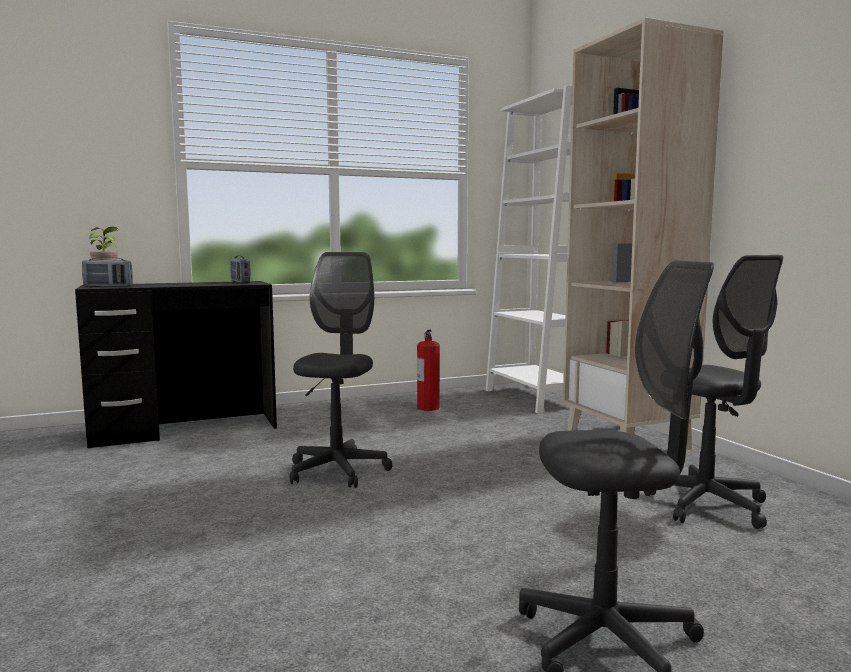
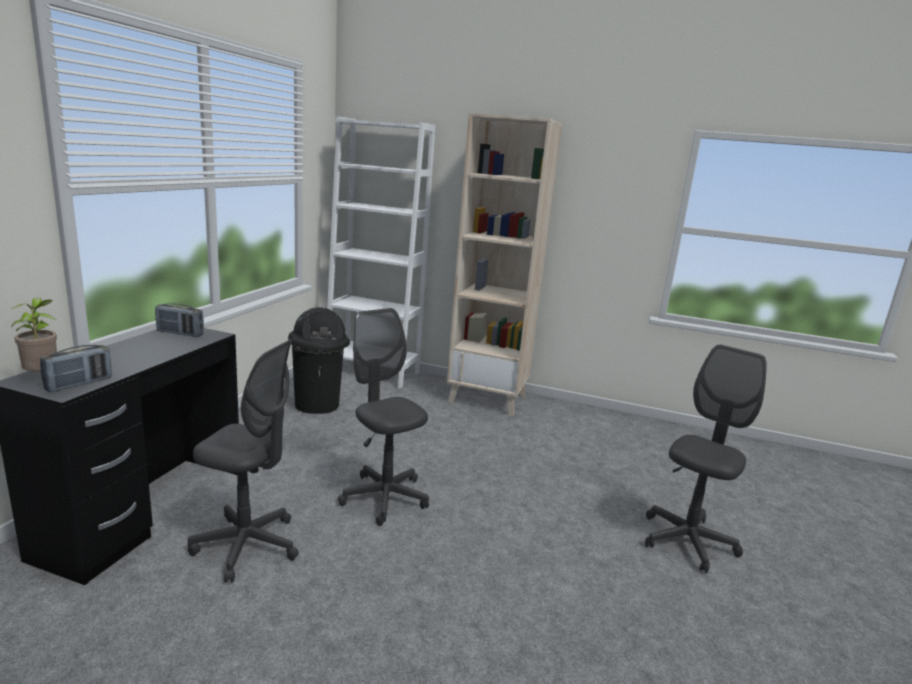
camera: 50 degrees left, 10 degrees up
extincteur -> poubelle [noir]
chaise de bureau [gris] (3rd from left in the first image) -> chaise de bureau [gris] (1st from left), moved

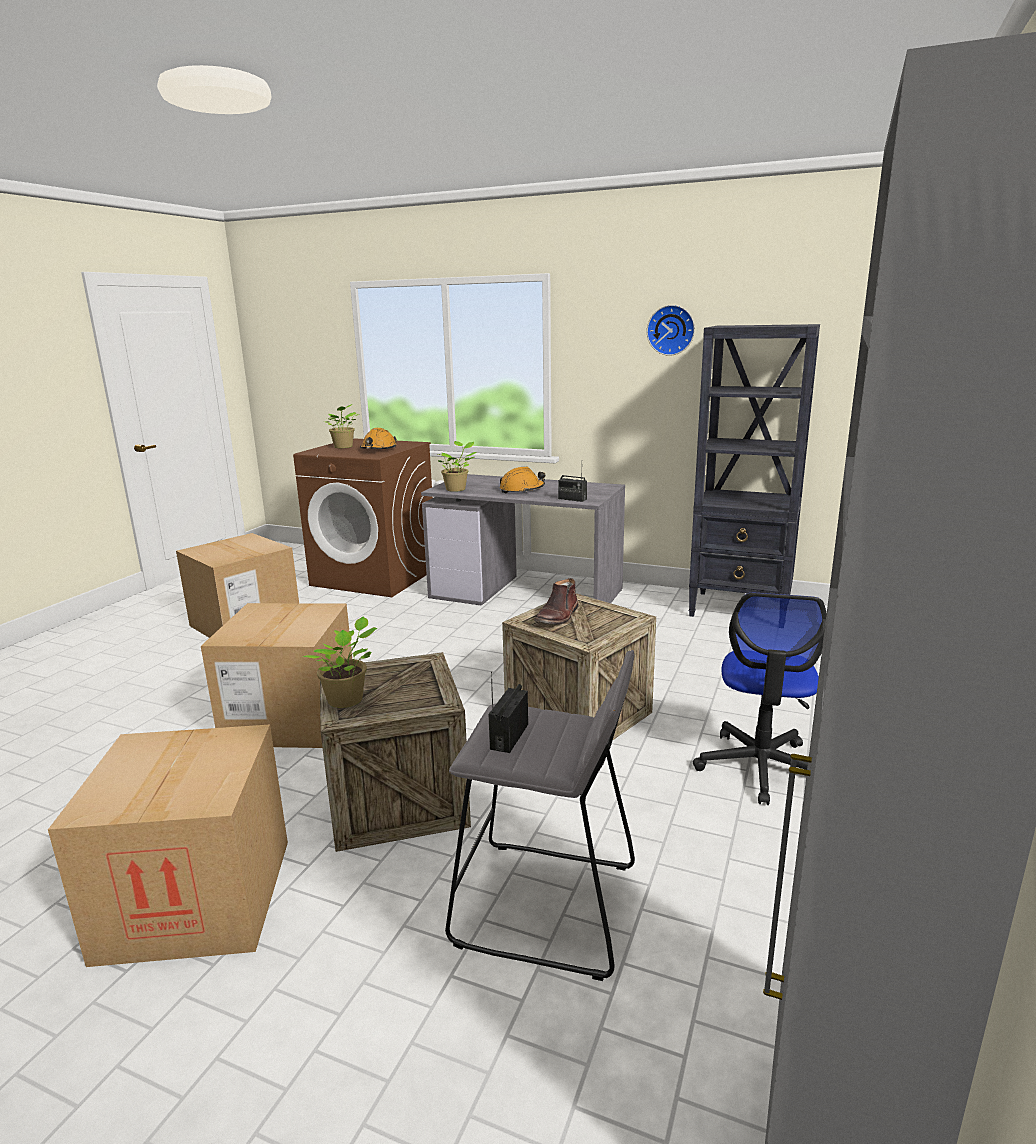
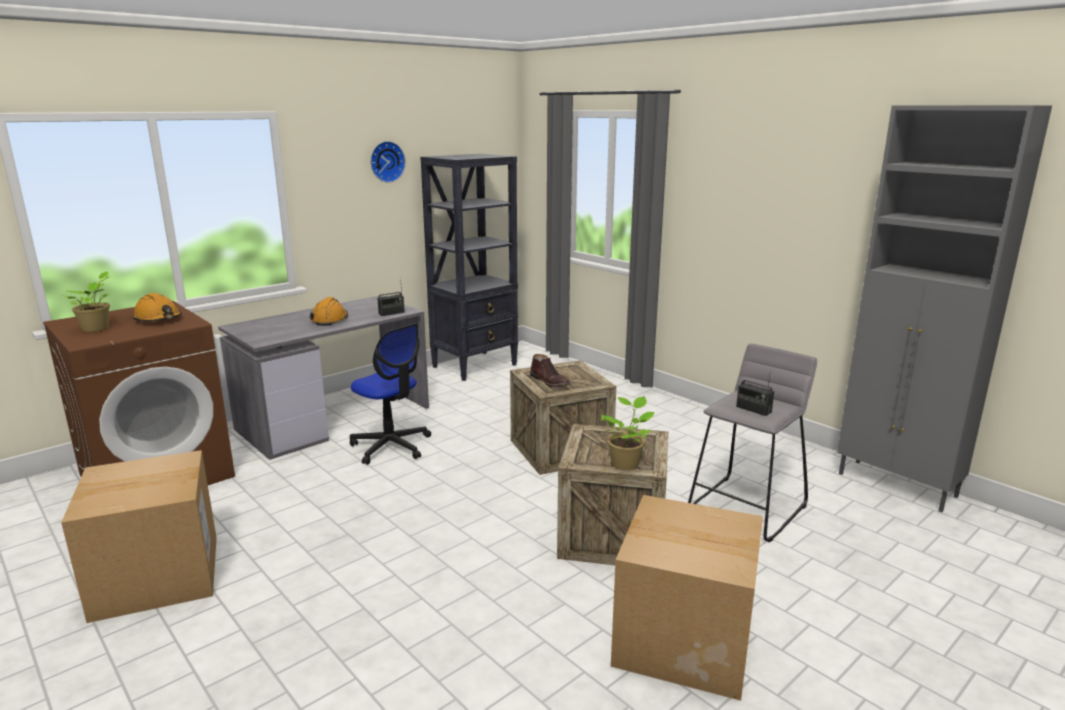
camera: 65 degrees left, 0 degrees up
carton (3rd from left) -> none
plante en pot (3rd from left) -> none
chaise de bureau, moved

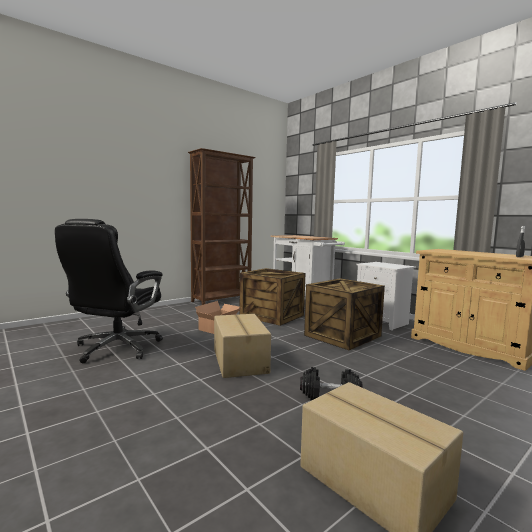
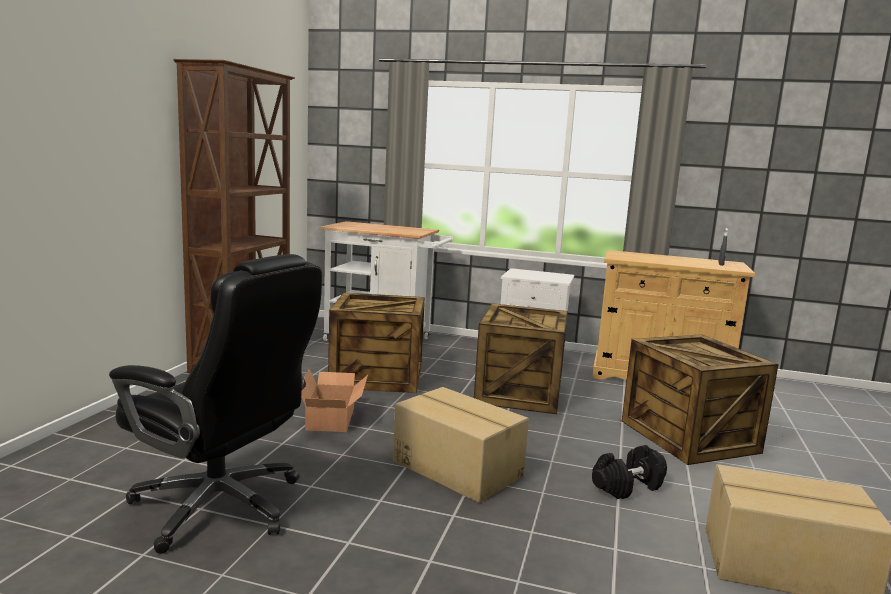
camera: 35 degrees left, 5 degrees up
chaise de bureau [noir], 45 degrees counterclockwise
none -> caisse (3rd from left)

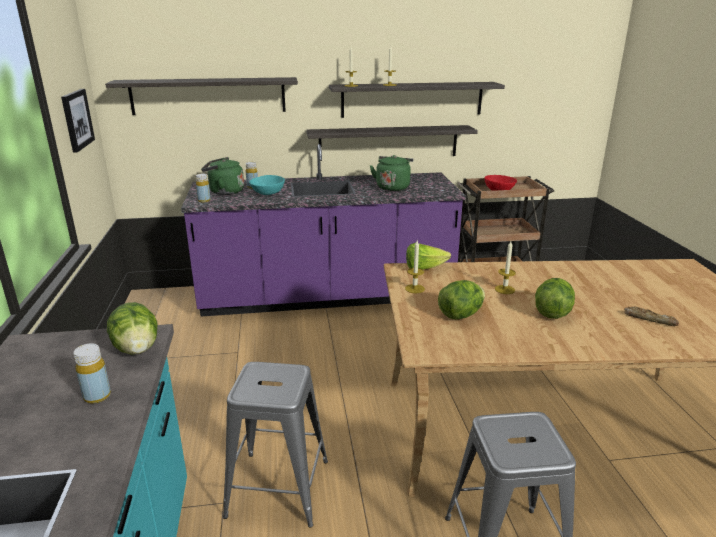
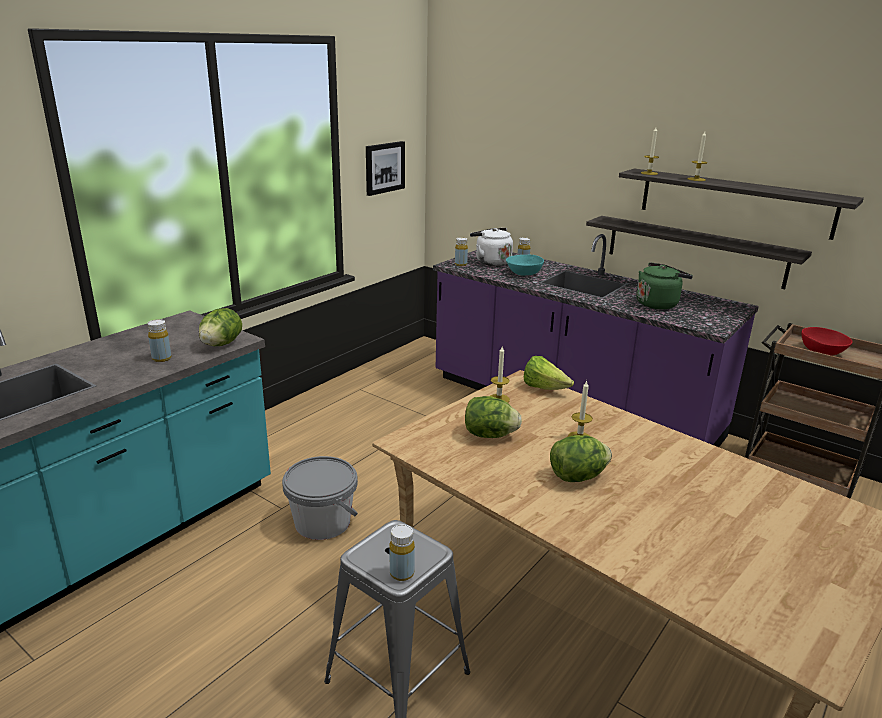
camera: 45 degrees right, 0 degrees up
étagère (1st from left) -> none
bouilloire [vert] (1st from left) -> bouilloire [blanc]
tabouret [gris] (1st from left) -> seau [gris]
pain -> none
none -> bouteille [jaune] (2nd from left)

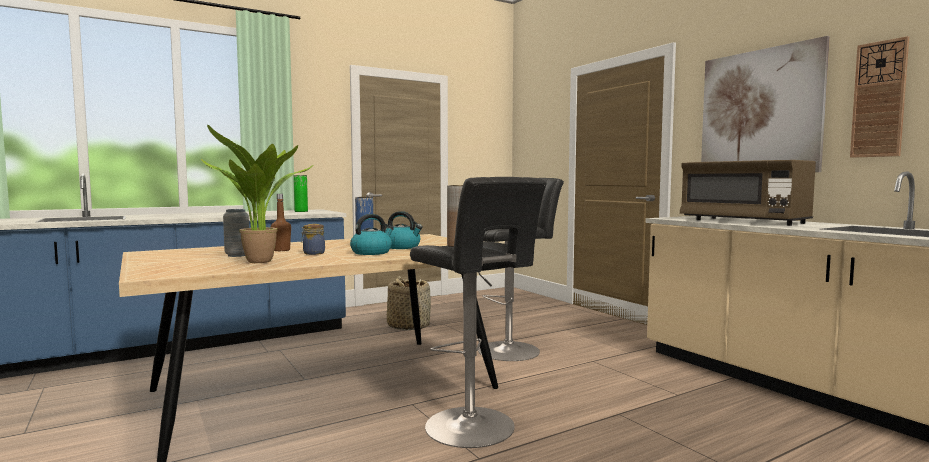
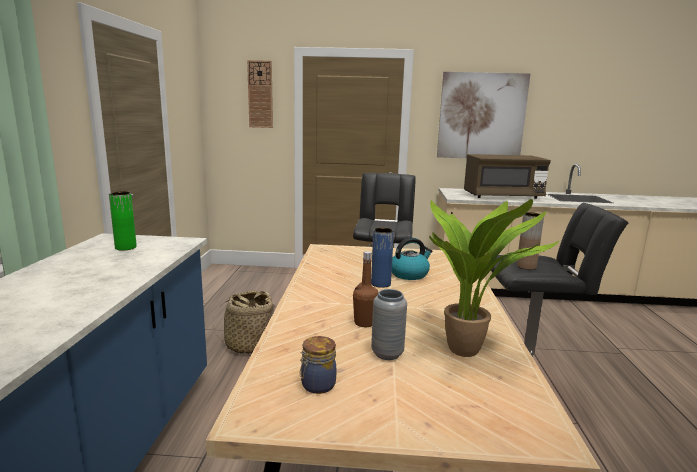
camera: 55 degrees left, 10 degrees up
bocal, moved
bouilloire (1st from left) -> none
horloge murale, moved

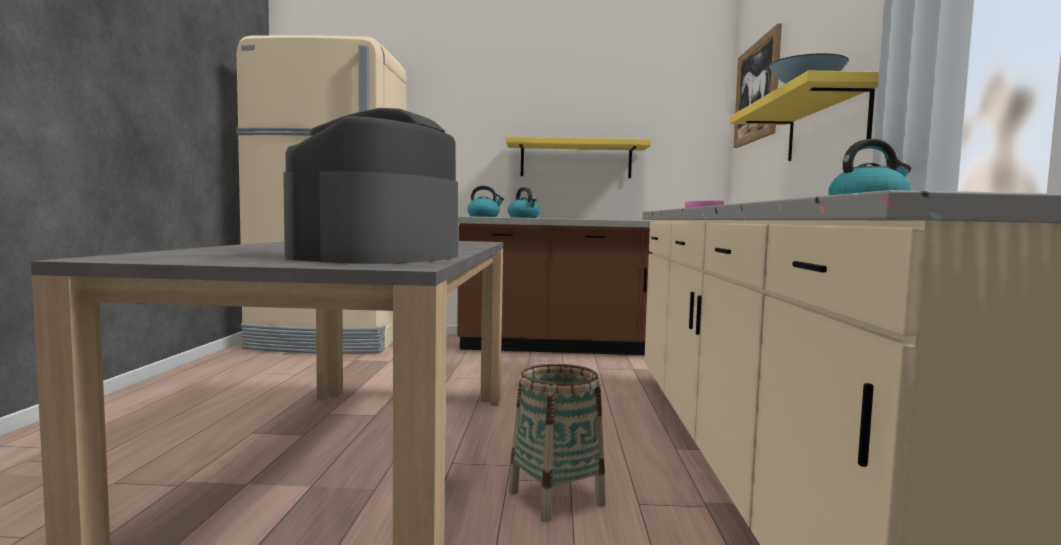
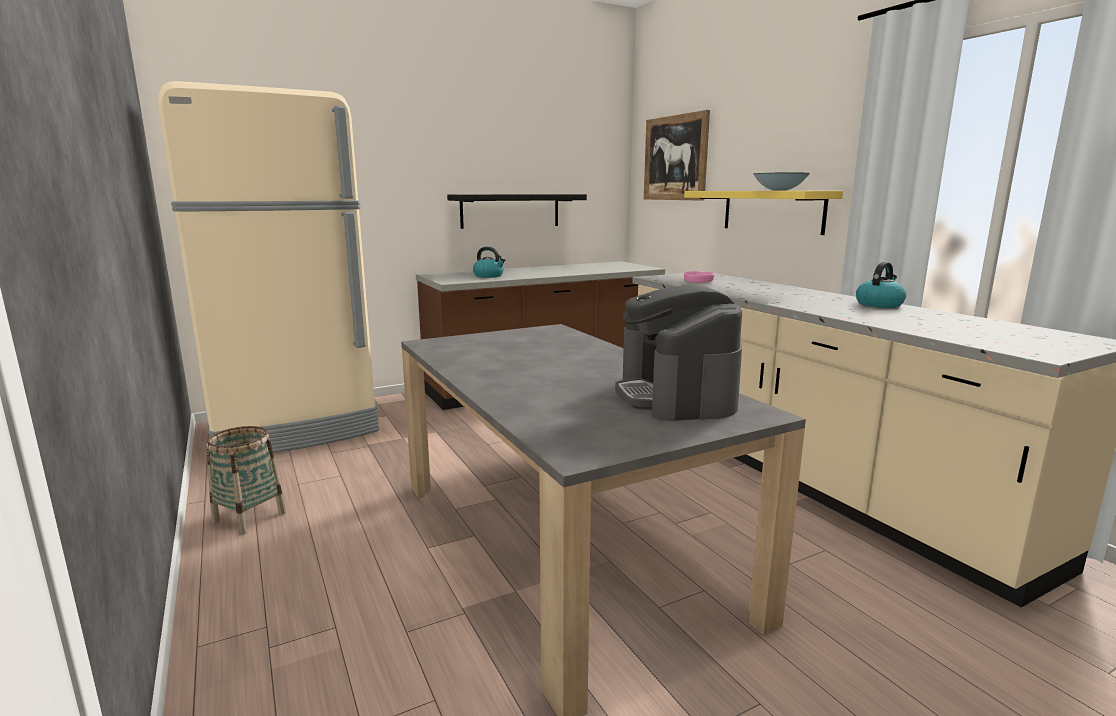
camera: 30 degrees left, 10 degrees up
bouilloire (1st from left) -> none
étagère [jaune] (1st from left) -> étagère [noir]
panier, moved

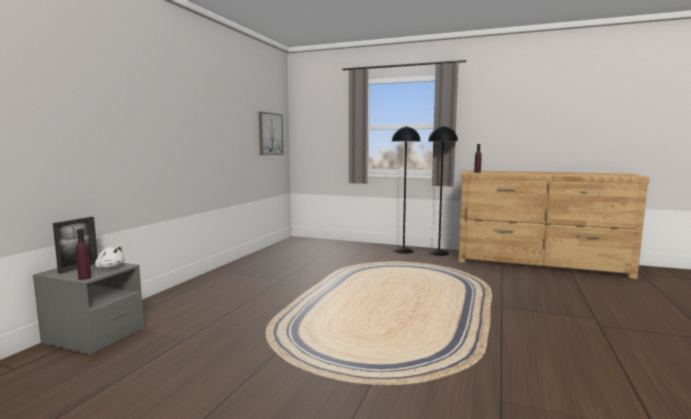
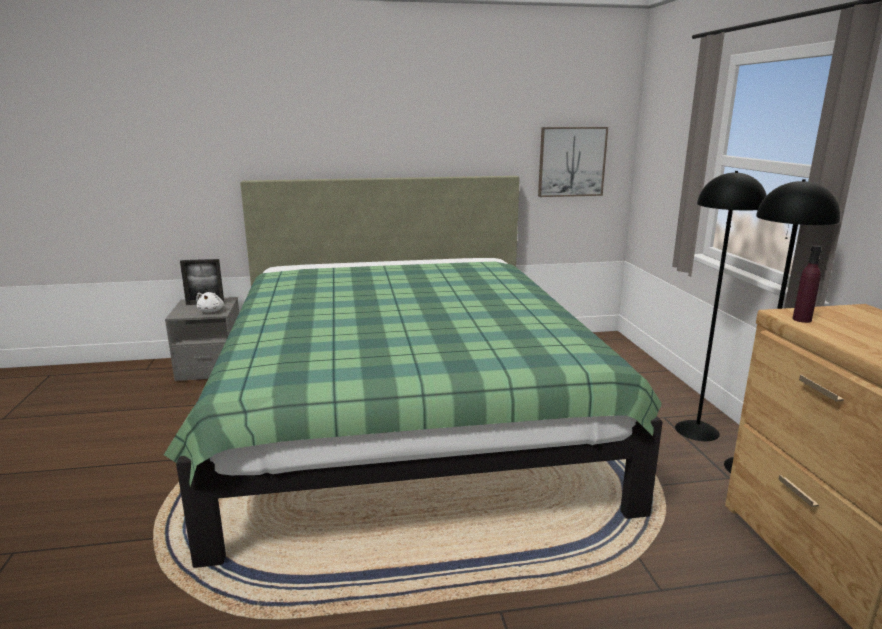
camera: 60 degrees right, 10 degrees up
bouteille [violet] (1st from left) -> none
none -> lit [vert]

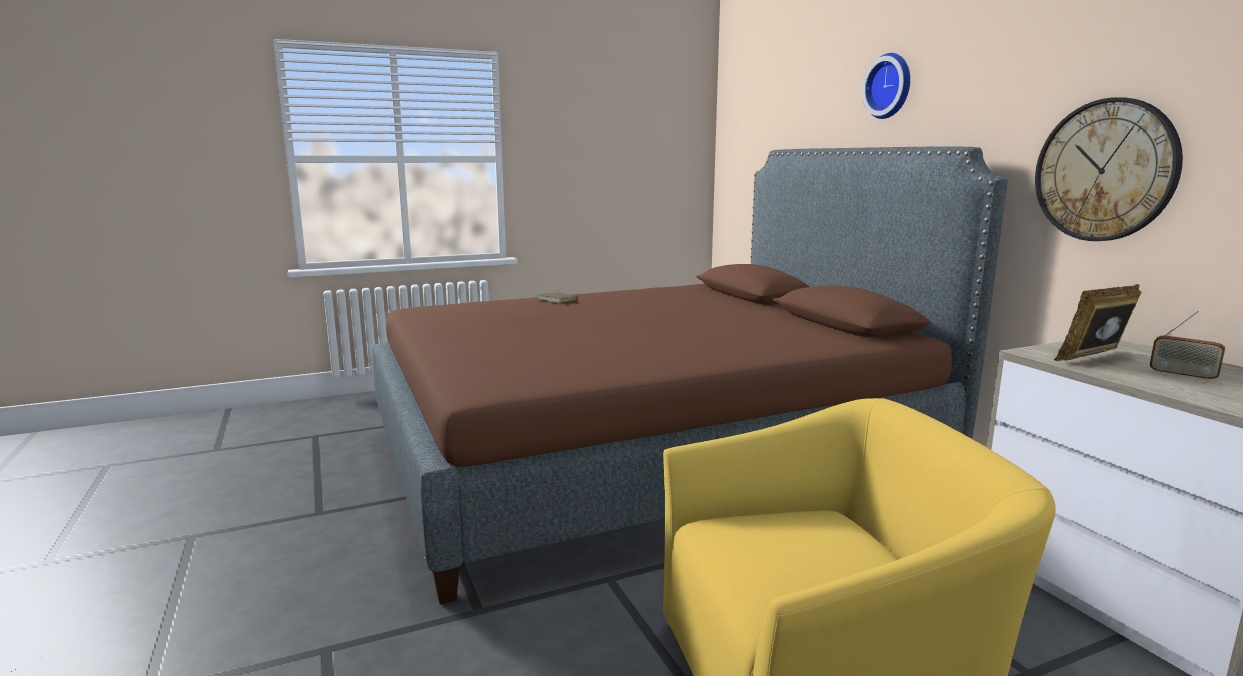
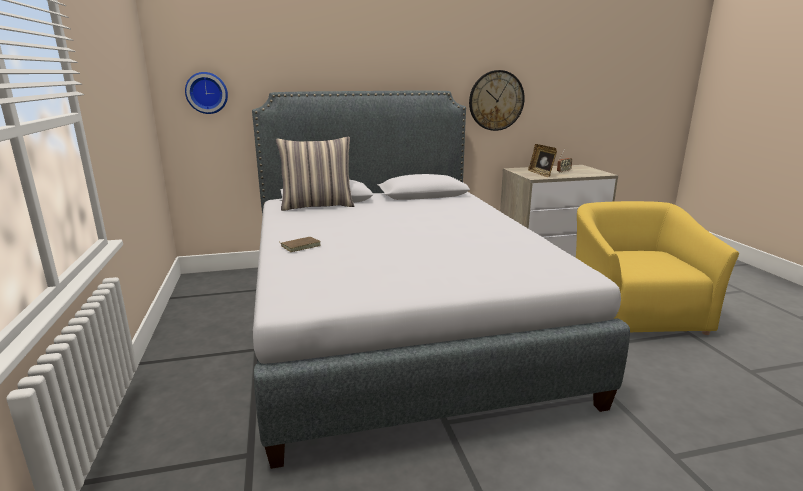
camera: 80 degrees left, 5 degrees up
lit [marron] -> lit [gris]
horloge murale (1st from left), moved
none -> coussin

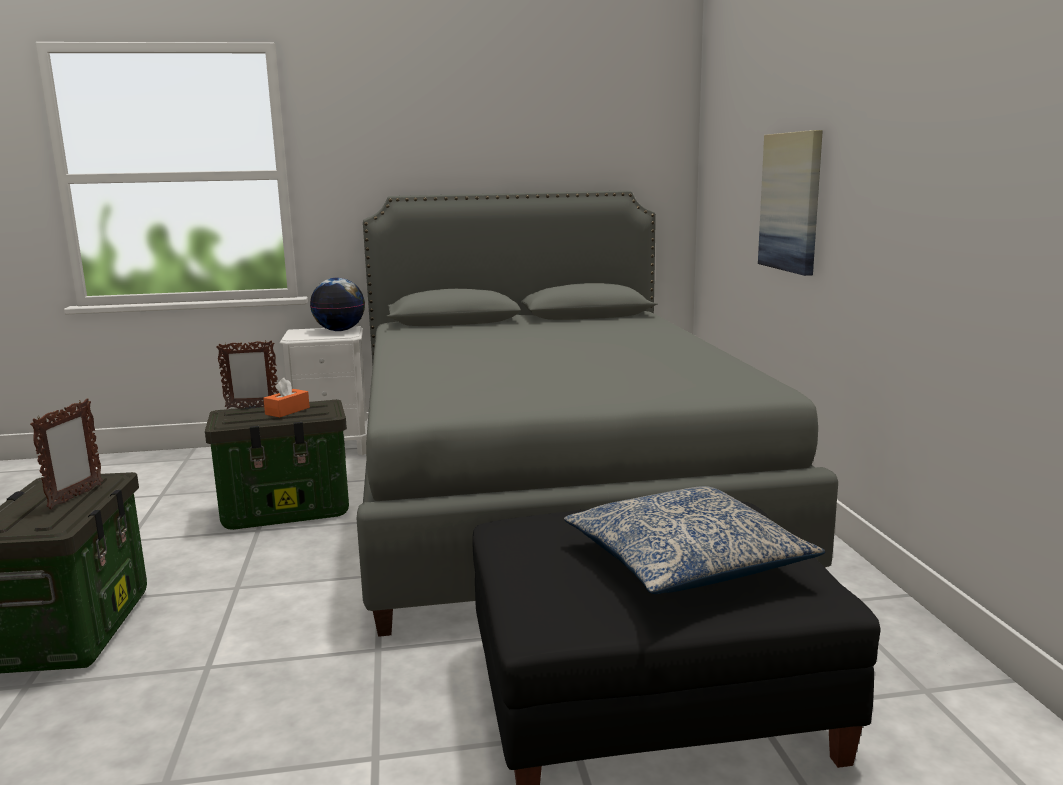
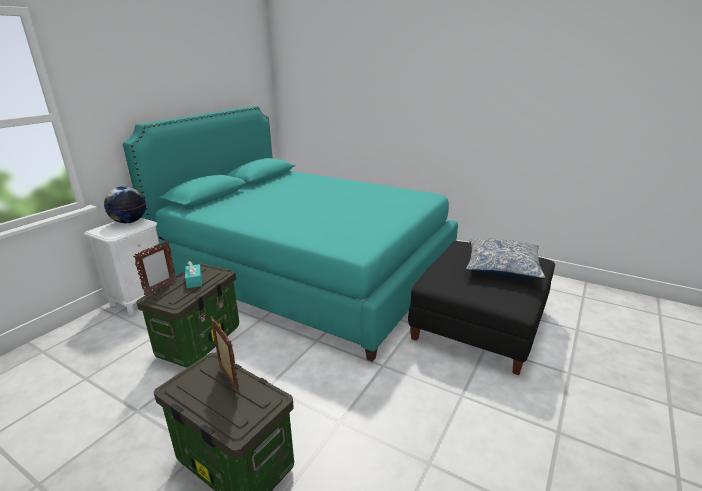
camera: 50 degrees left, 10 degrees up
boîte à mouchoirs [orange] -> boîte à mouchoirs [turquoise]
lit [gris] -> lit [turquoise]
tableau -> none

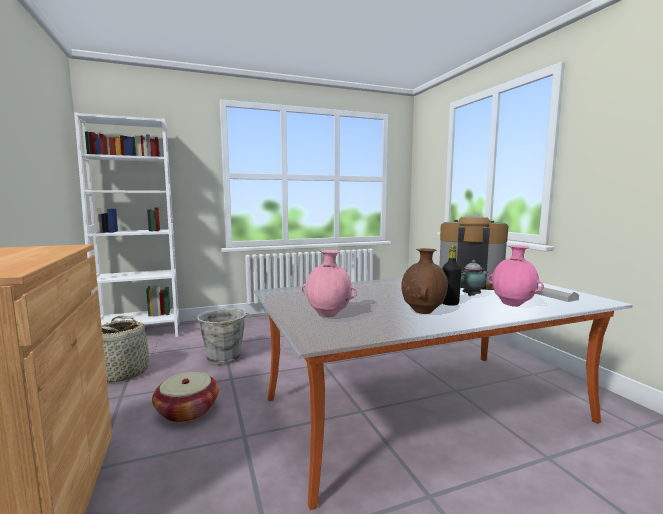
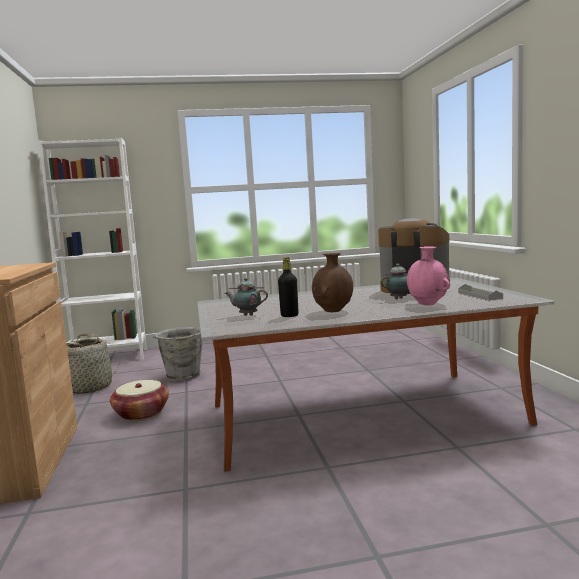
camera: 10 degrees right, 0 degrees up
vase [rose] (1st from left) -> théière (1st from left)
bouteille [noir], moved

